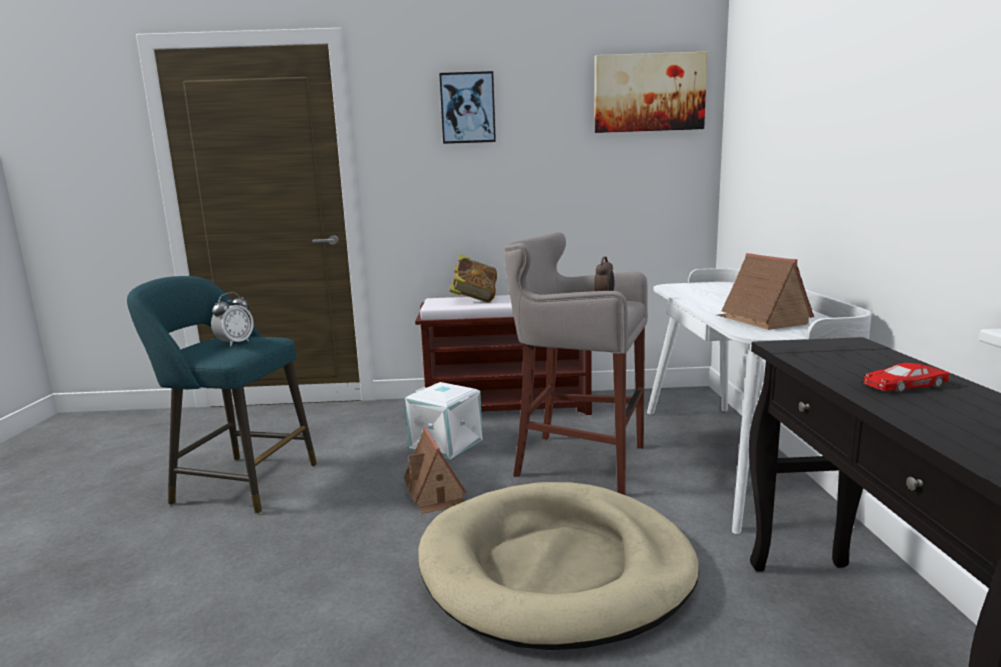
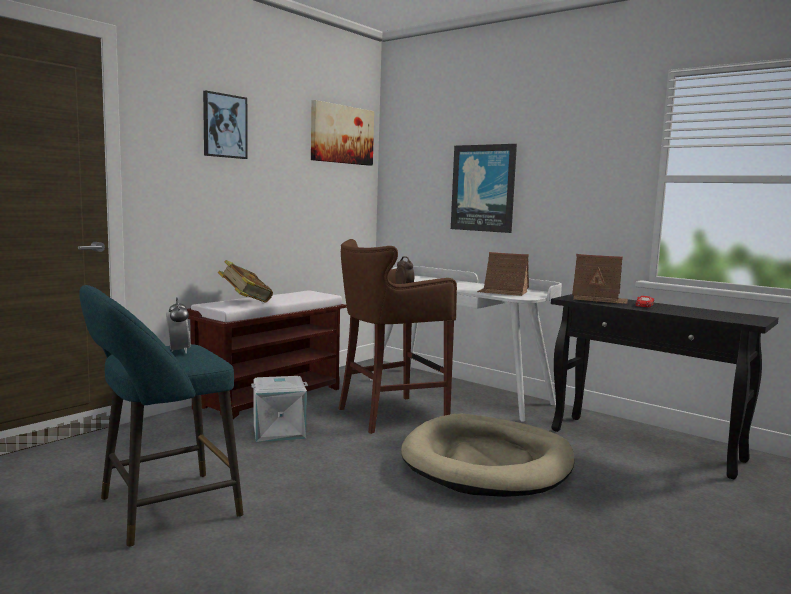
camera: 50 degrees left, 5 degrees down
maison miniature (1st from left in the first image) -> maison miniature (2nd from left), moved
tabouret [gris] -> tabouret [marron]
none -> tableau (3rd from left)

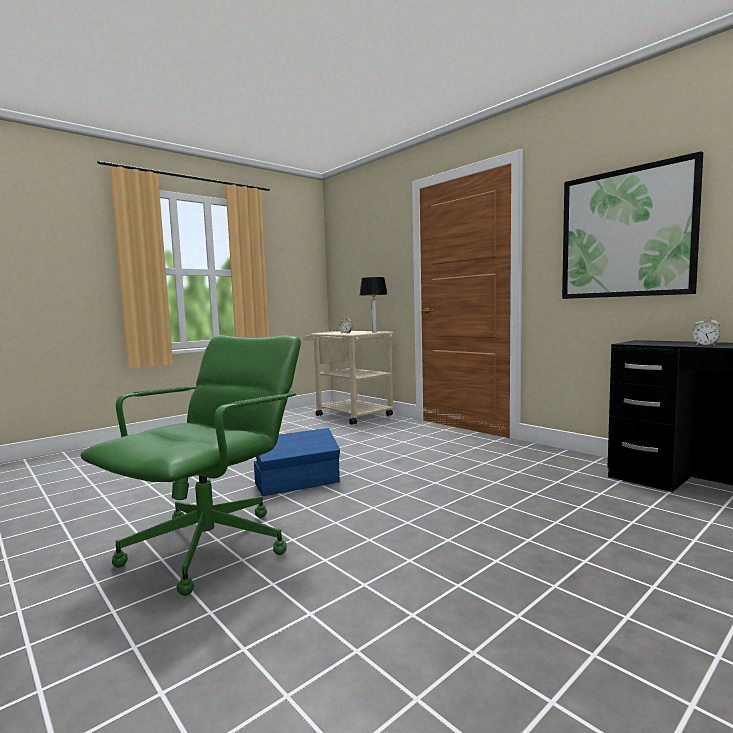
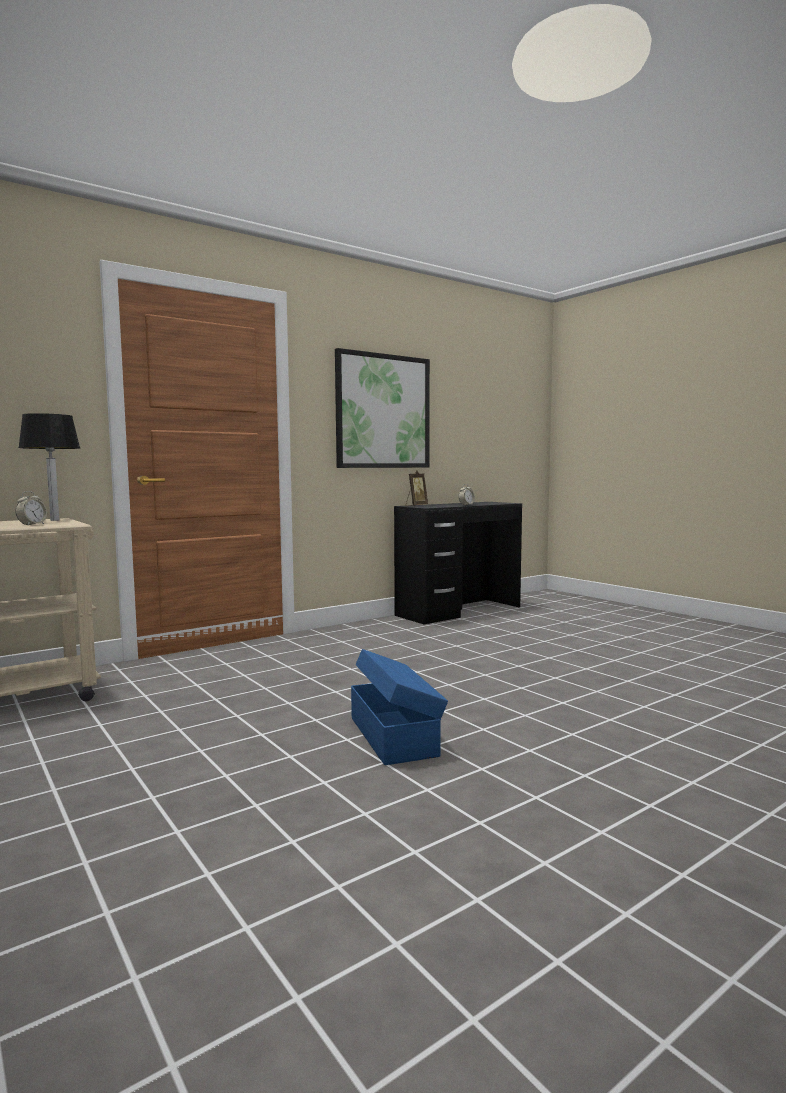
camera: 85 degrees left, 0 degrees up
chaise de bureau [vert] -> none
none -> cadre photo

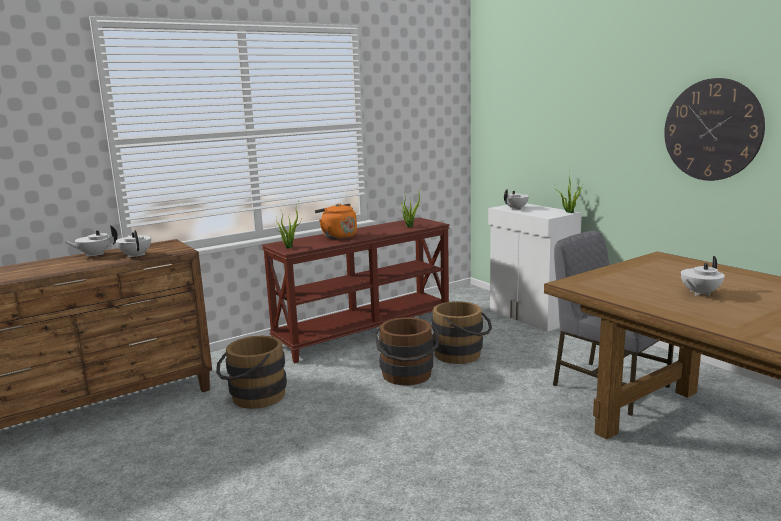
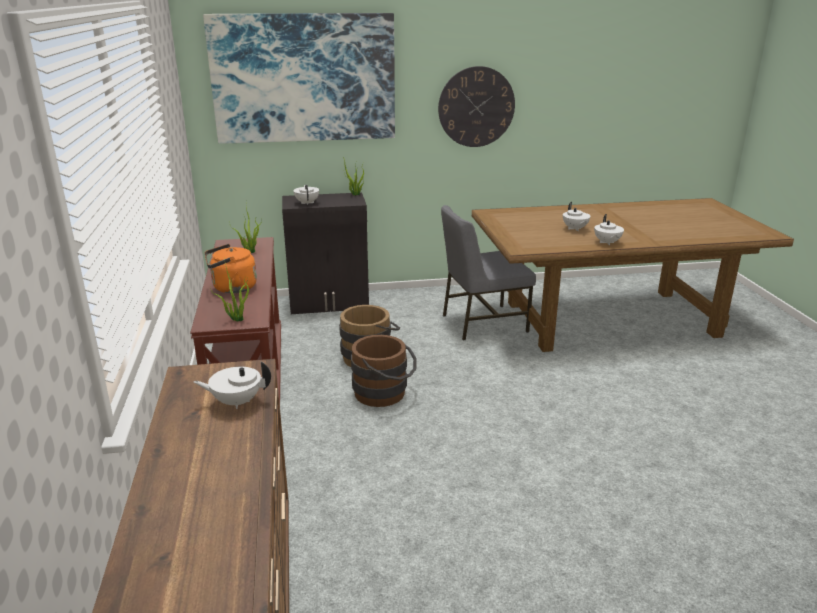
camera: 65 degrees left, 10 degrees up
théière [blanc] (1st from left in the first image) -> théière [blanc] (4th from left), moved
seau [marron] (1st from left) -> none
meuble de rangement [blanc] -> meuble de rangement [noir]
none -> tableau

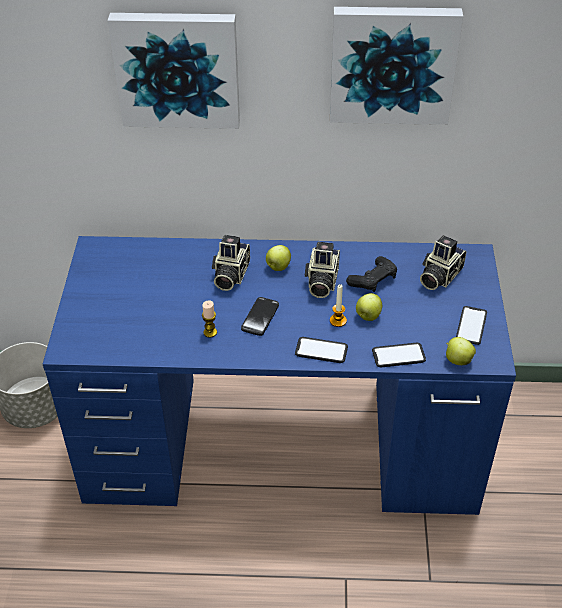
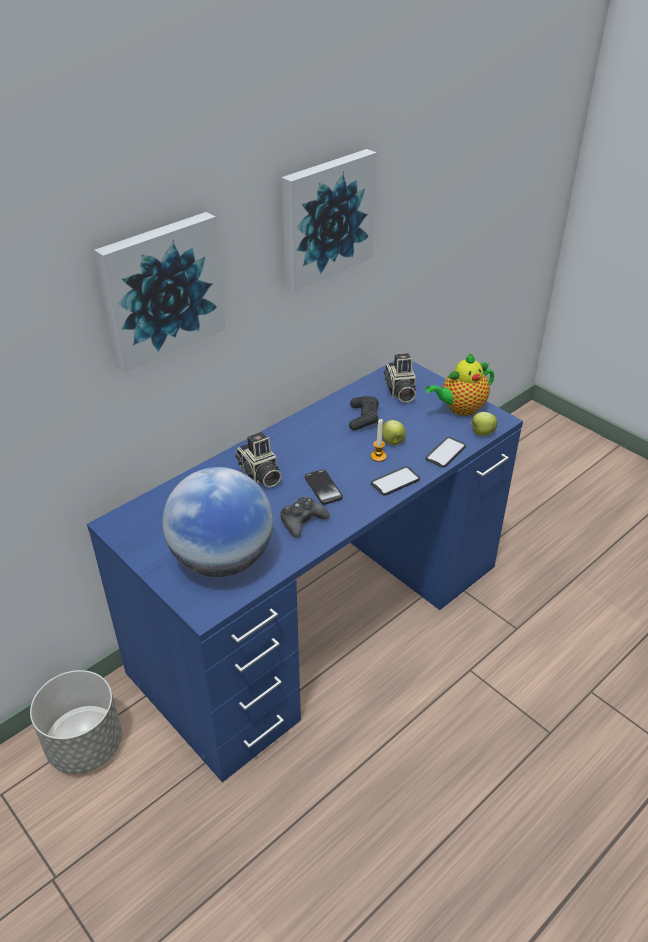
camera: 45 degrees left, 5 degrees down
bougie (1st from left) -> manette [noir] (1st from left)
pomme (1st from left) -> none
appareil photo (2nd from left) -> none
téléphone (4th from left) -> théière
none -> globe

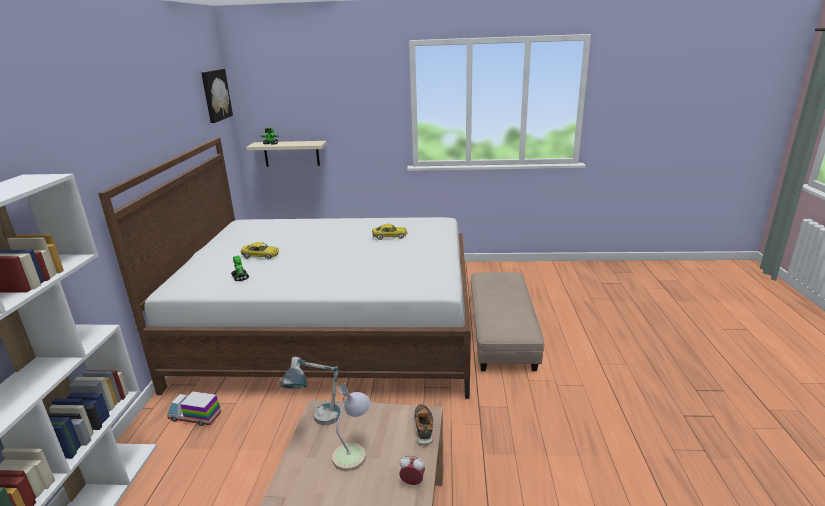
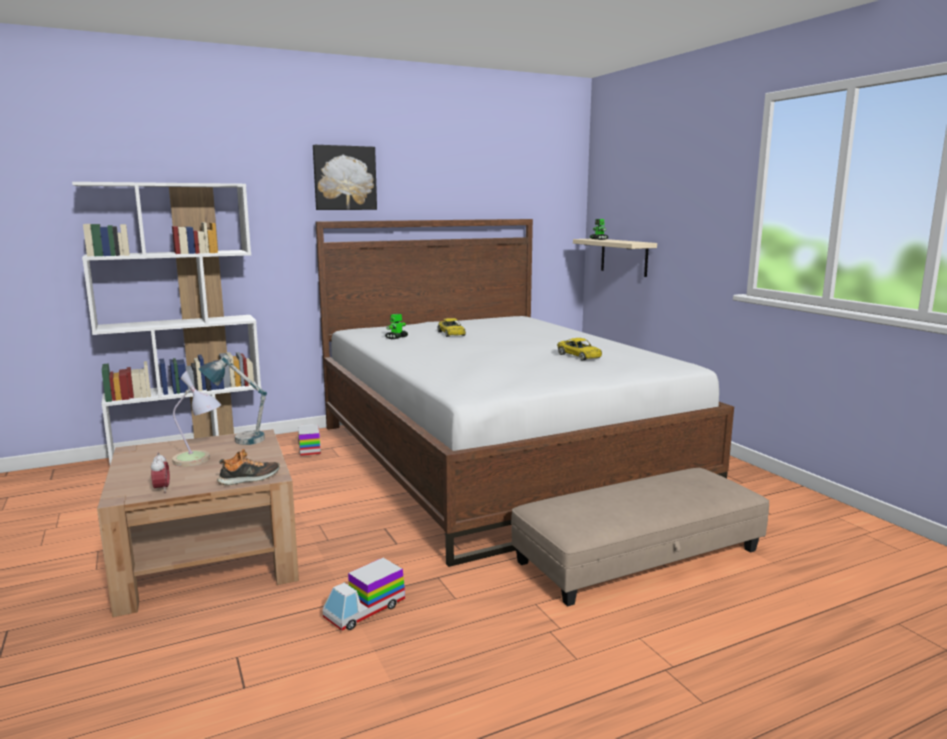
camera: 60 degrees right, 10 degrees down
tableau, moved
none -> camion jouet (2nd from left)

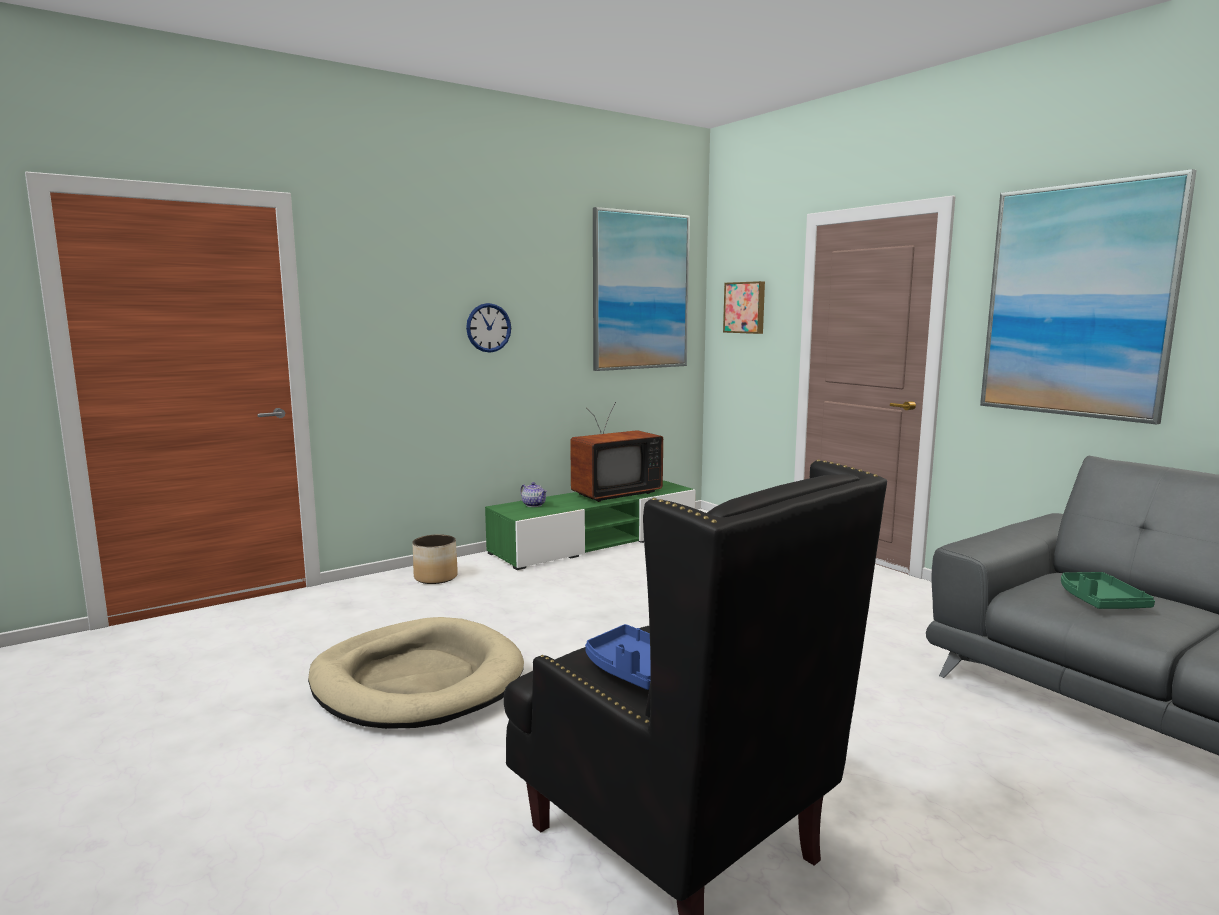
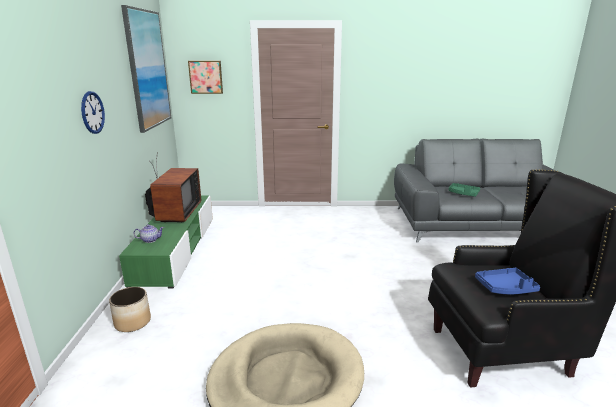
camera: 55 degrees left, 10 degrees up
tableau (3rd from left) -> none

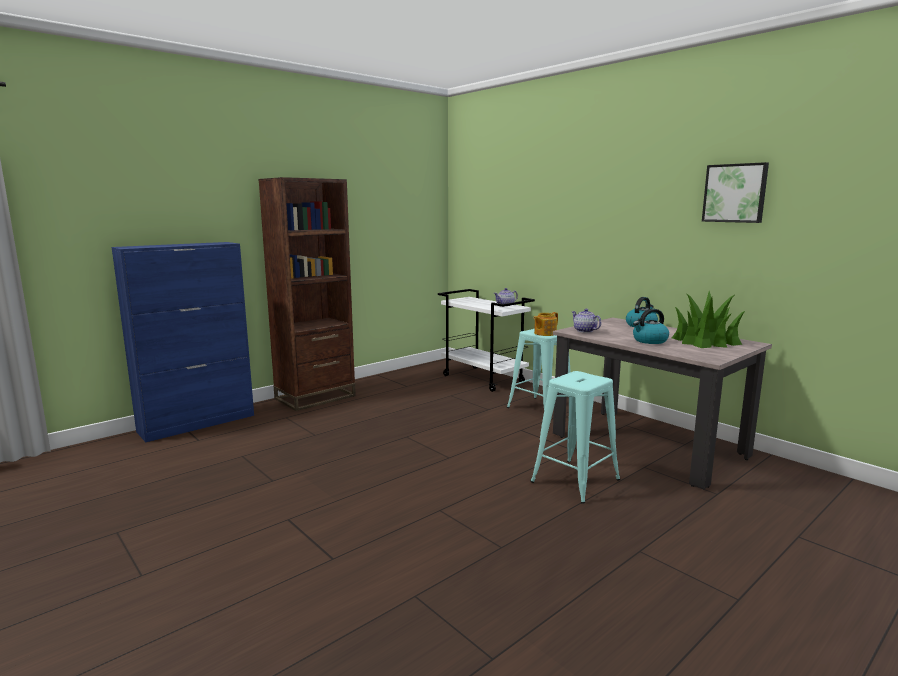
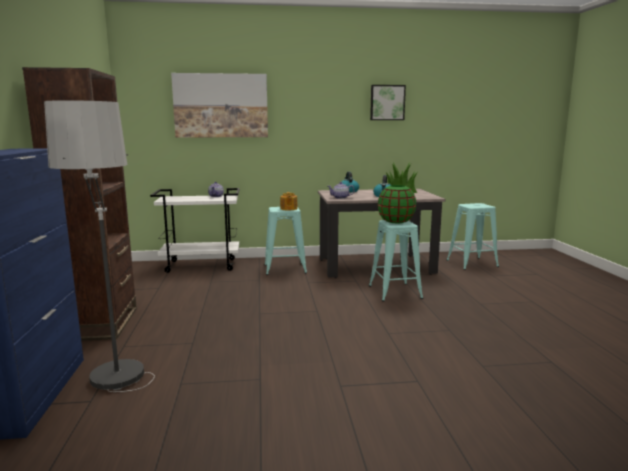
camera: 55 degrees left, 0 degrees up
none -> lampadaire
none -> tableau (1st from left)
none -> vase [vert]
none -> tabouret [turquoise] (3rd from left)

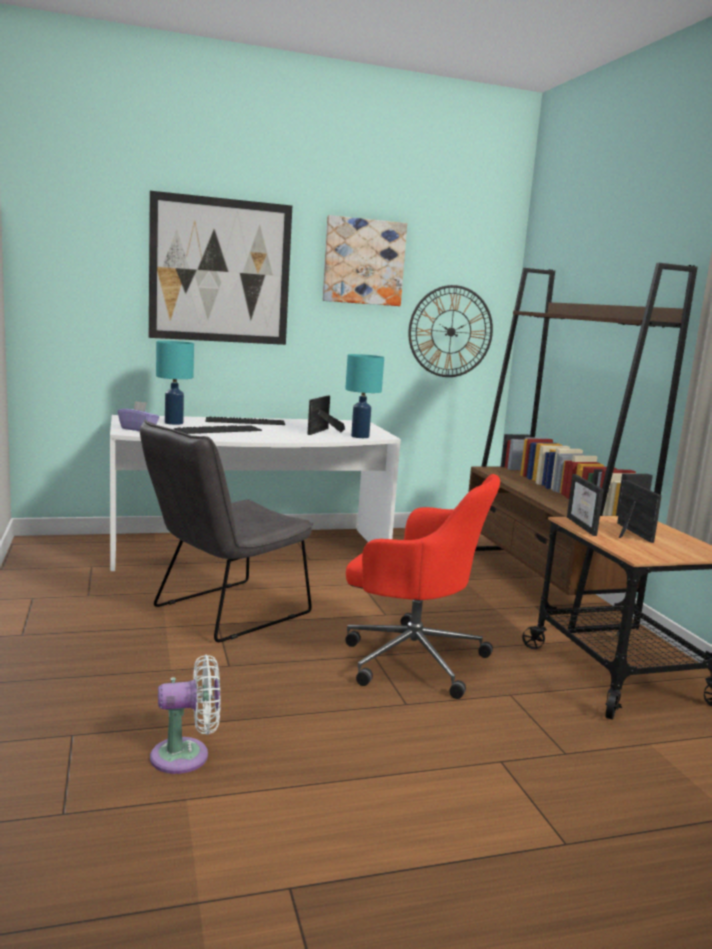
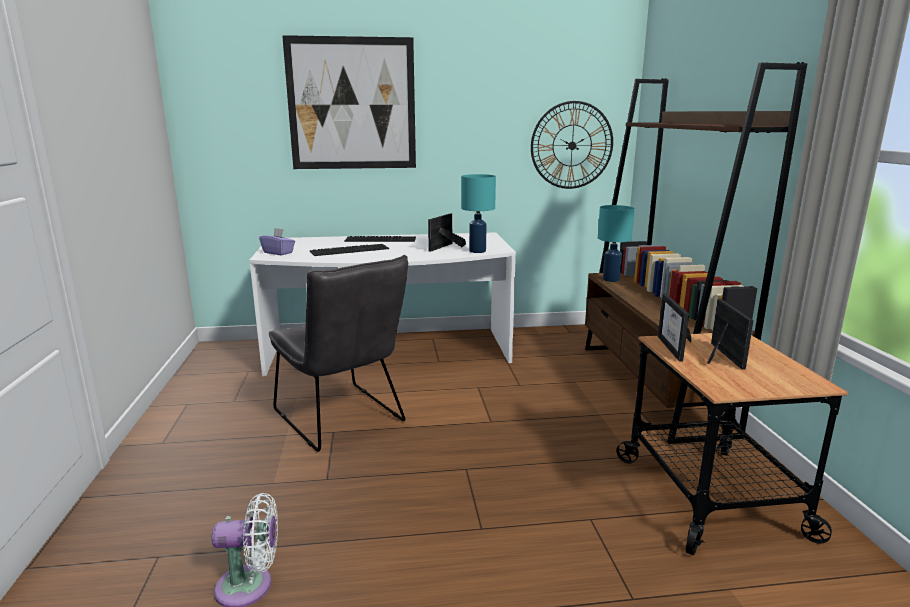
camera: 10 degrees right, 5 degrees up
chaise [gris], 90 degrees counterclockwise
lampe de table [turquoise] (1st from left in the first image) -> lampe de table [turquoise] (2nd from left), moved
tableau (2nd from left) -> none
chaise de bureau [rouge] -> none

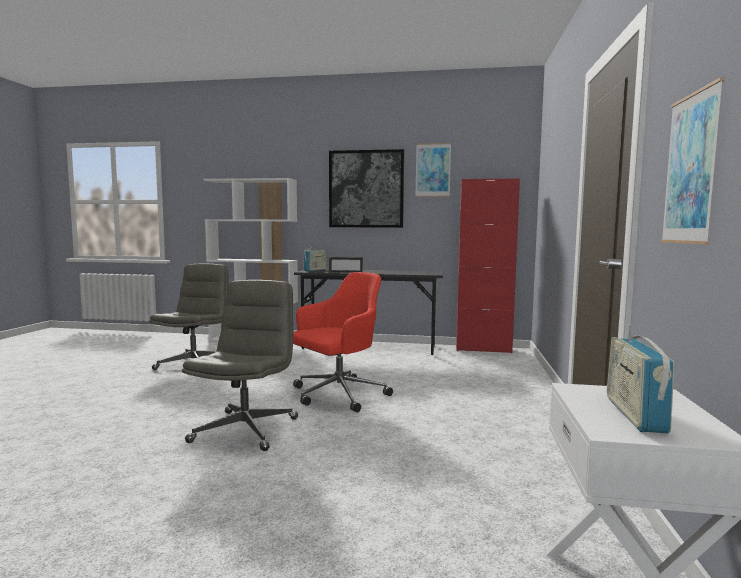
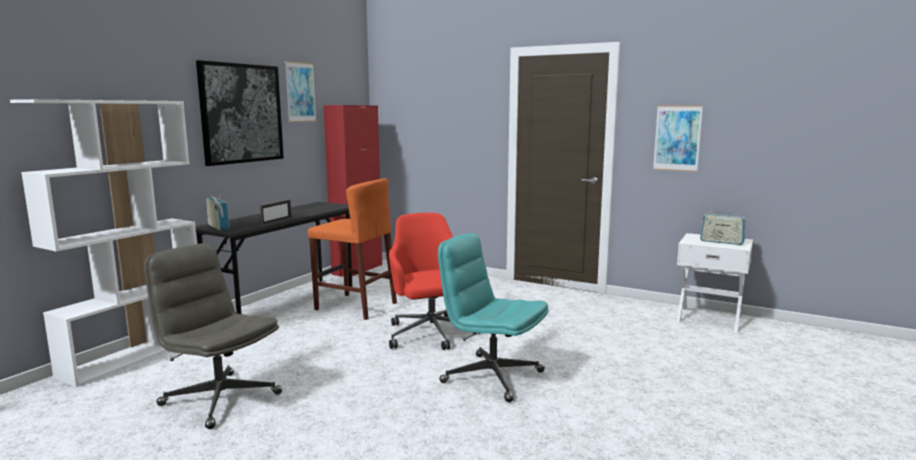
camera: 70 degrees left, 5 degrees up
chaise de bureau [gris] (2nd from left) -> chaise de bureau [turquoise]
none -> tabouret [orange]

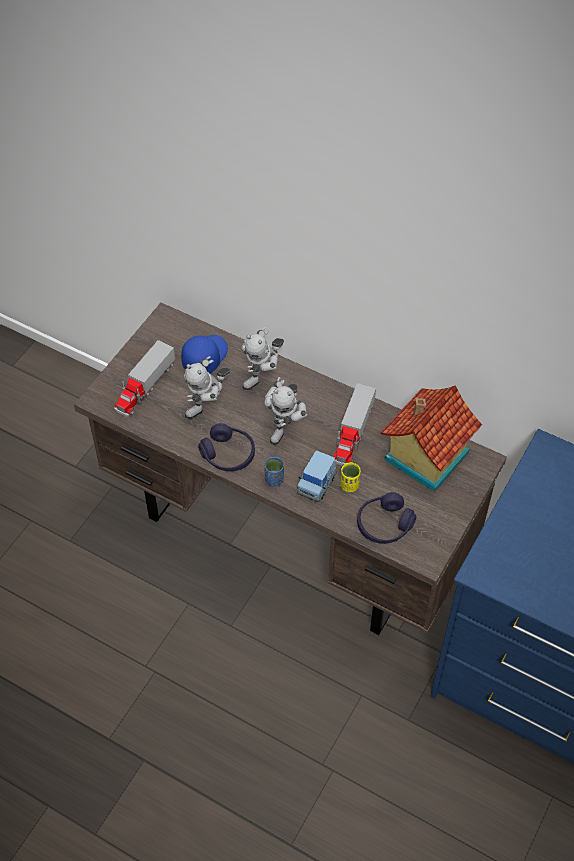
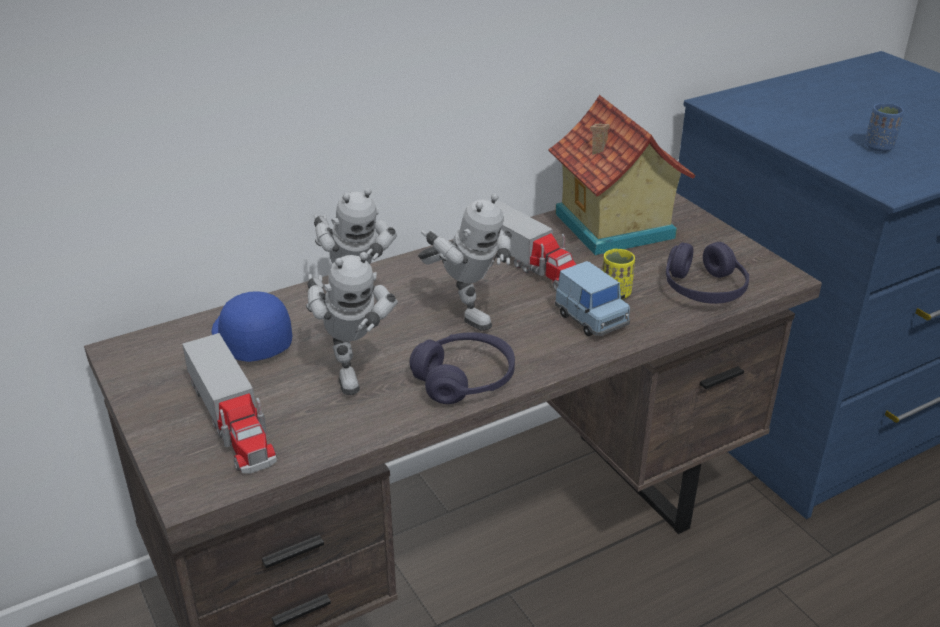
camera: 60 degrees left, 20 degrees down
tasse [bleu], moved

